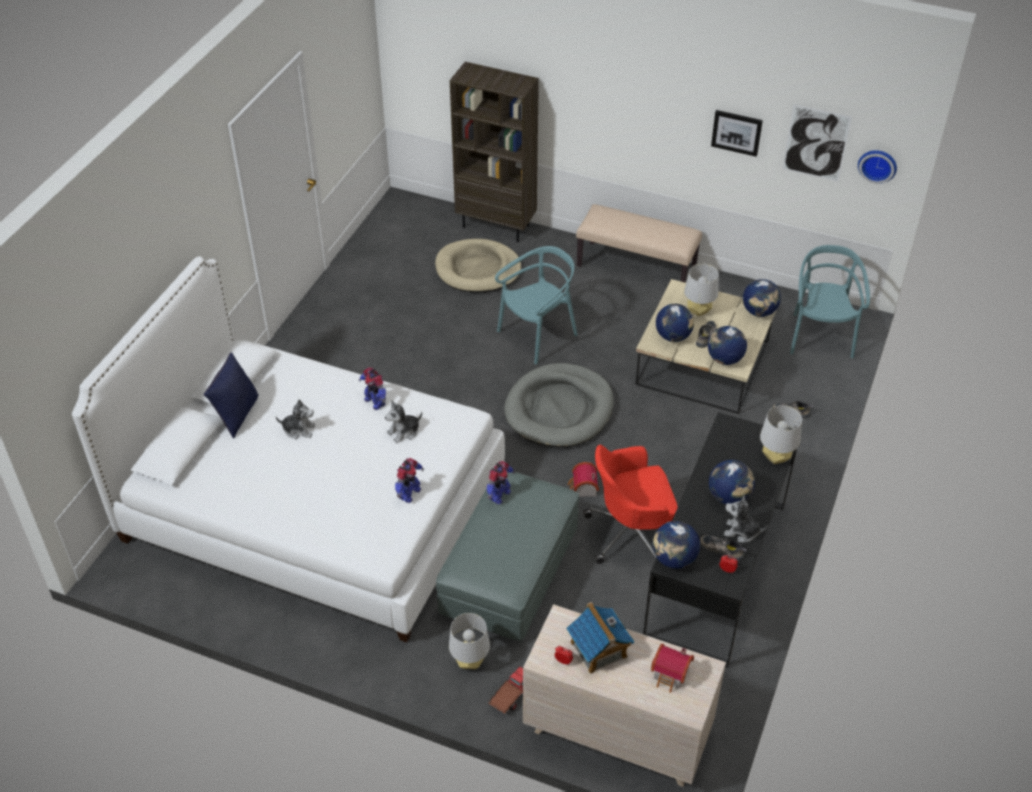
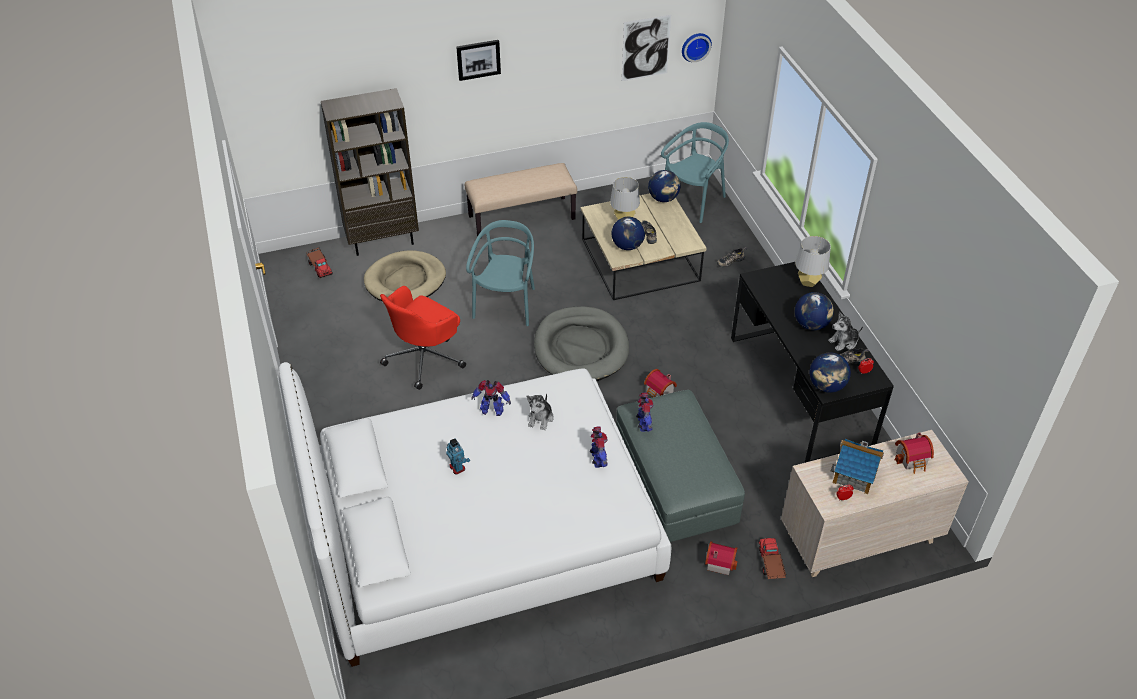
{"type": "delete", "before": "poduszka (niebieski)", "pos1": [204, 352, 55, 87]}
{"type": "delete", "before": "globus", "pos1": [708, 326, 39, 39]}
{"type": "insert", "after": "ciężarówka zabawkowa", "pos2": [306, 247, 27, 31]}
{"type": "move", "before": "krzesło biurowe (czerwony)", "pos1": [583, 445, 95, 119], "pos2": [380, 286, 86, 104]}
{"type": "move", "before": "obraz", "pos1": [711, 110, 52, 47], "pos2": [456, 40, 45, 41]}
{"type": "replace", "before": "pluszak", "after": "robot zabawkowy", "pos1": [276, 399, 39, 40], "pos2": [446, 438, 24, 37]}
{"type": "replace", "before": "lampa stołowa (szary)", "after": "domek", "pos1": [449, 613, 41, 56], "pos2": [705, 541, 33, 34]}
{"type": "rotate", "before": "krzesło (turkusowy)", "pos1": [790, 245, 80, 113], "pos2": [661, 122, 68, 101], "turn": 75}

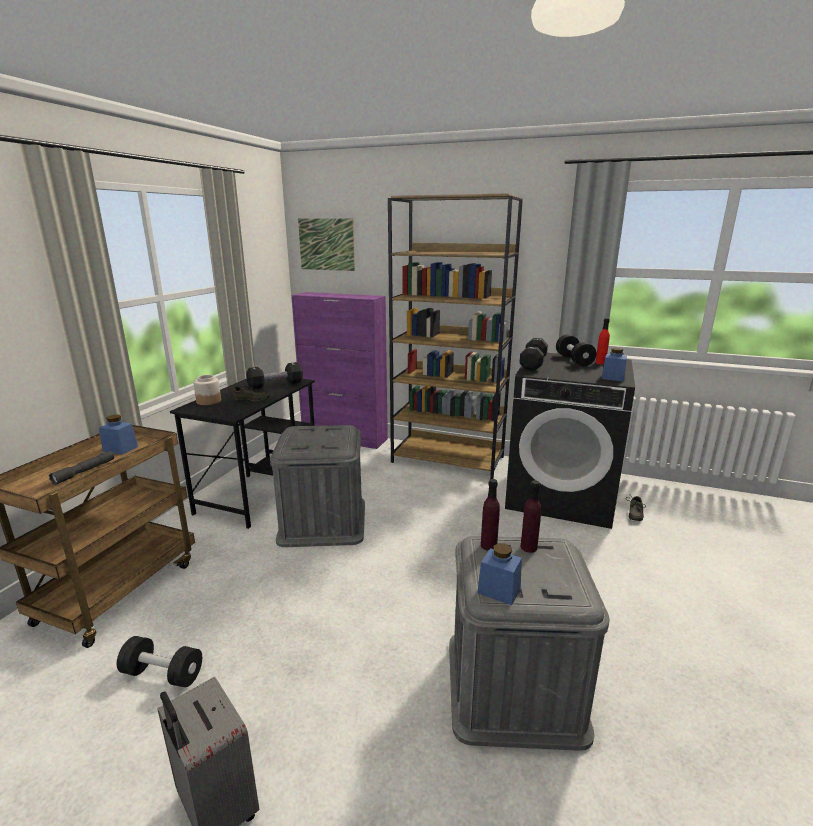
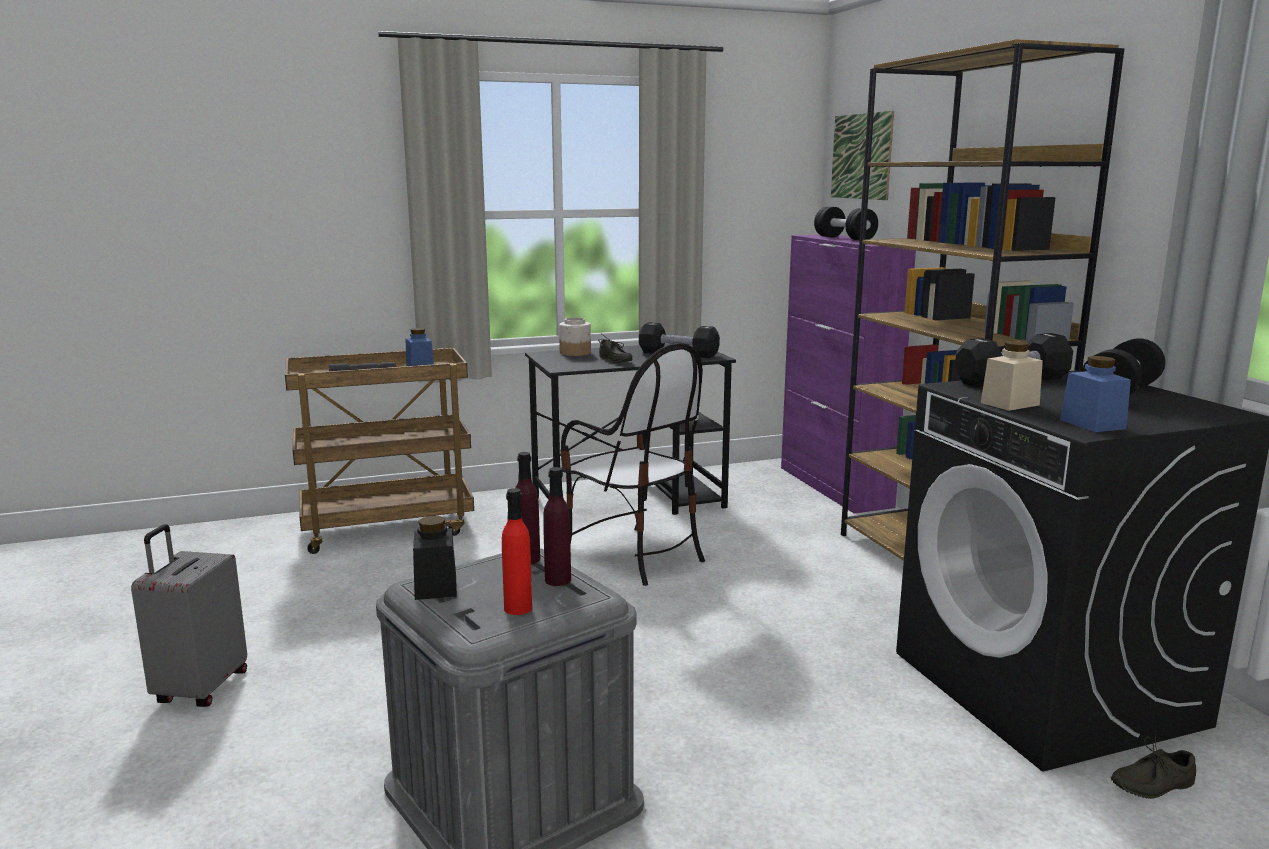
{"type": "insert", "after": "słoik (beżowy)", "pos2": [981, 341, 62, 70]}
{"type": "move", "before": "hantel (czarny)", "pos1": [117, 636, 85, 51], "pos2": [814, 207, 64, 33]}
{"type": "move", "before": "butelka (czerwony)", "pos1": [596, 318, 14, 46], "pos2": [502, 488, 30, 127]}
{"type": "replace", "before": "pojemnik do przechowywania (szary)", "after": "krzesło", "pos1": [270, 425, 95, 122], "pos2": [560, 343, 145, 243]}
{"type": "recolor", "before": "słoik (niebieski)", "after": "słoik (czarny)", "pos1": [477, 543, 45, 62], "pos2": [413, 516, 44, 84]}

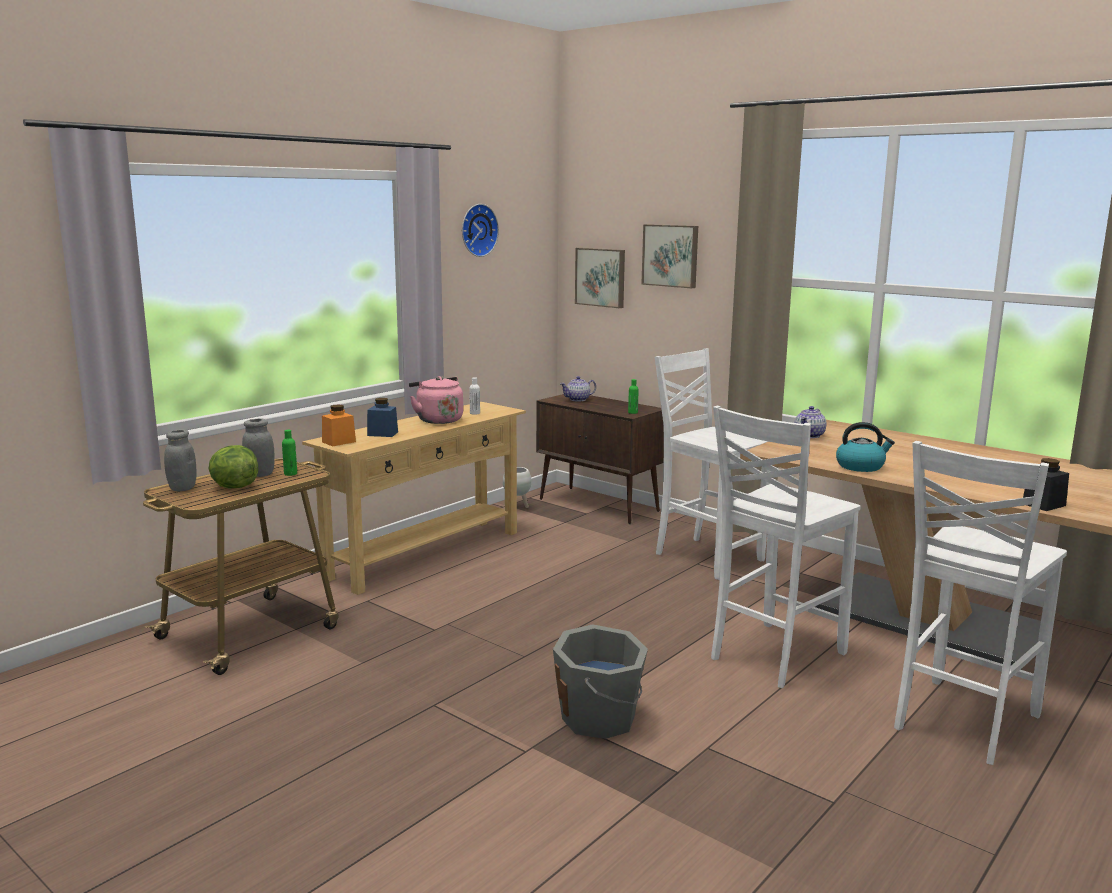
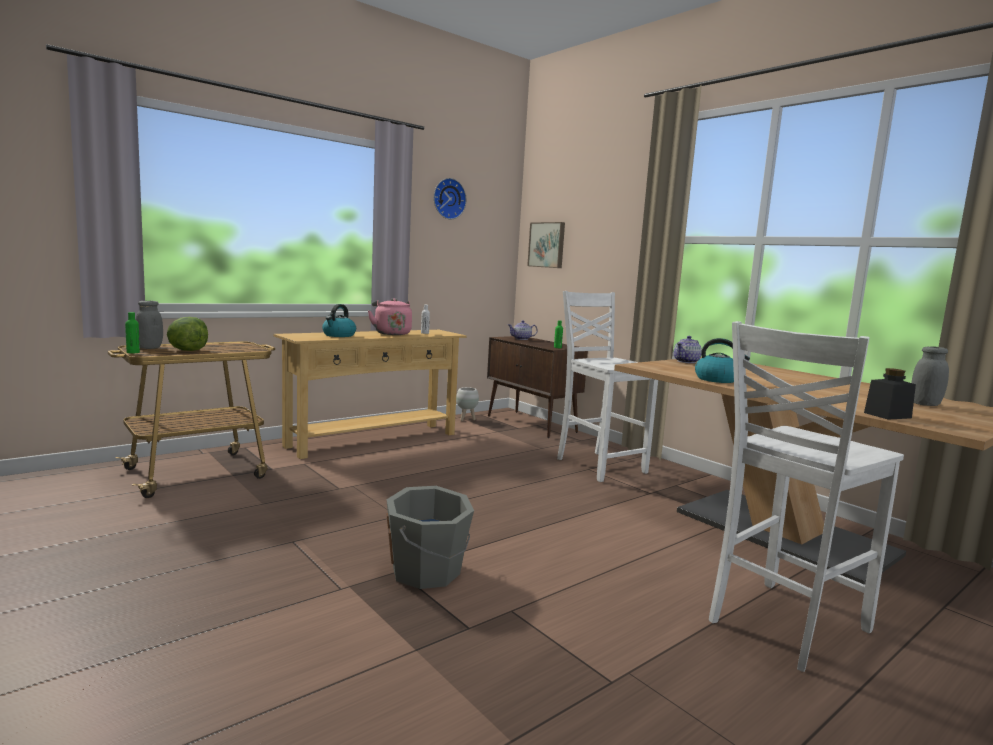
{"type": "delete", "before": "słoik (pomarańczowy)", "pos1": [322, 405, 34, 41]}
{"type": "delete", "before": "obraz", "pos1": [641, 224, 57, 65]}
{"type": "delete", "before": "krzesło (biały)", "pos1": [711, 406, 150, 282]}
{"type": "move", "before": "słoik (szary)", "pos1": [242, 418, 32, 59], "pos2": [911, 346, 38, 60]}
{"type": "move", "before": "butelka (zielony)", "pos1": [282, 430, 15, 46], "pos2": [125, 312, 15, 42]}
{"type": "replace", "before": "słoik (niebieski)", "after": "czajnik", "pos1": [367, 398, 31, 39], "pos2": [322, 304, 34, 33]}

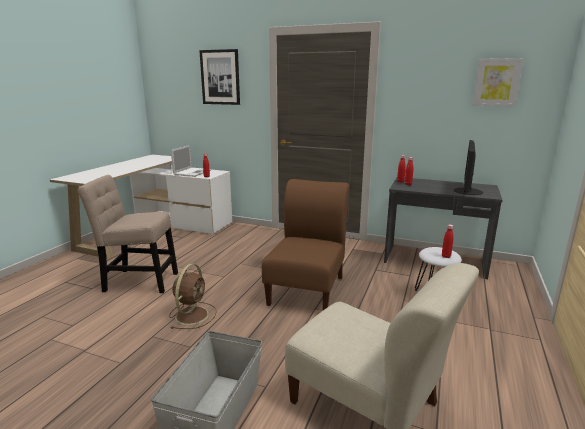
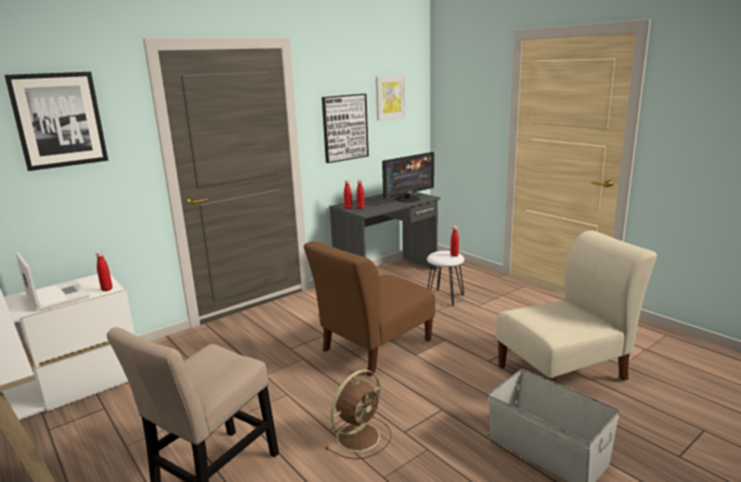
{"type": "insert", "after": "obraz", "pos2": [322, 94, 47, 69]}
{"type": "rotate", "before": "wentylator (brązowy)", "pos1": [169, 264, 48, 65], "pos2": [325, 369, 66, 90], "turn": 90}
{"type": "rotate", "before": "krzesło (brązowy)", "pos1": [262, 179, 87, 131], "pos2": [304, 241, 131, 135], "turn": -90}
{"type": "rotate", "before": "monitor", "pos1": [454, 140, 29, 55], "pos2": [382, 152, 52, 50], "turn": -90}

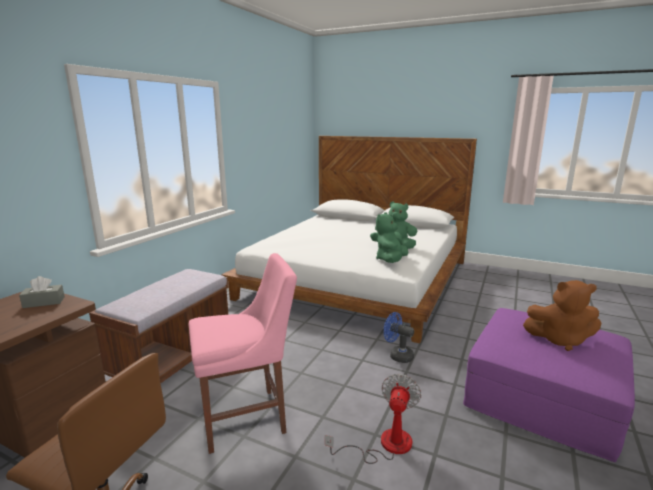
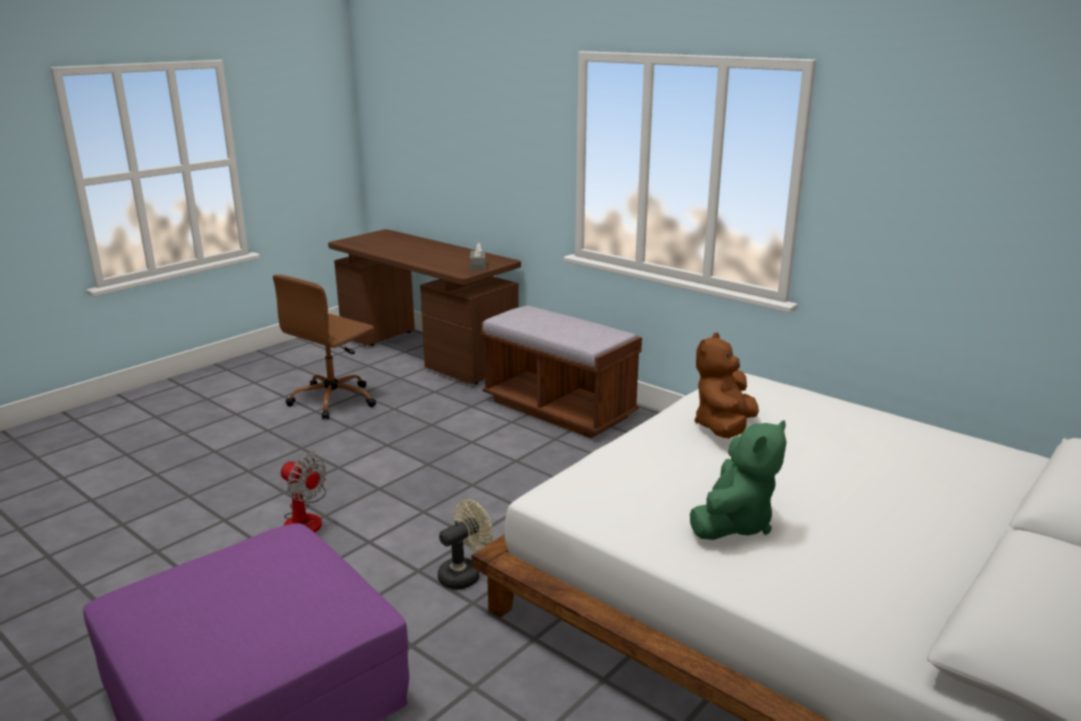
{"type": "delete", "before": "krzesło (różowy)", "pos1": [189, 253, 108, 201]}
{"type": "delete", "before": "pluszak (zielony)", "pos1": [376, 212, 32, 51]}
{"type": "move", "before": "pluszak (brązowy)", "pos1": [523, 280, 78, 71], "pos2": [694, 333, 65, 105]}
{"type": "recolor", "before": "wentylator (niebieski)", "after": "wentylator (beżowy)", "pos1": [384, 312, 30, 51], "pos2": [438, 499, 55, 91]}

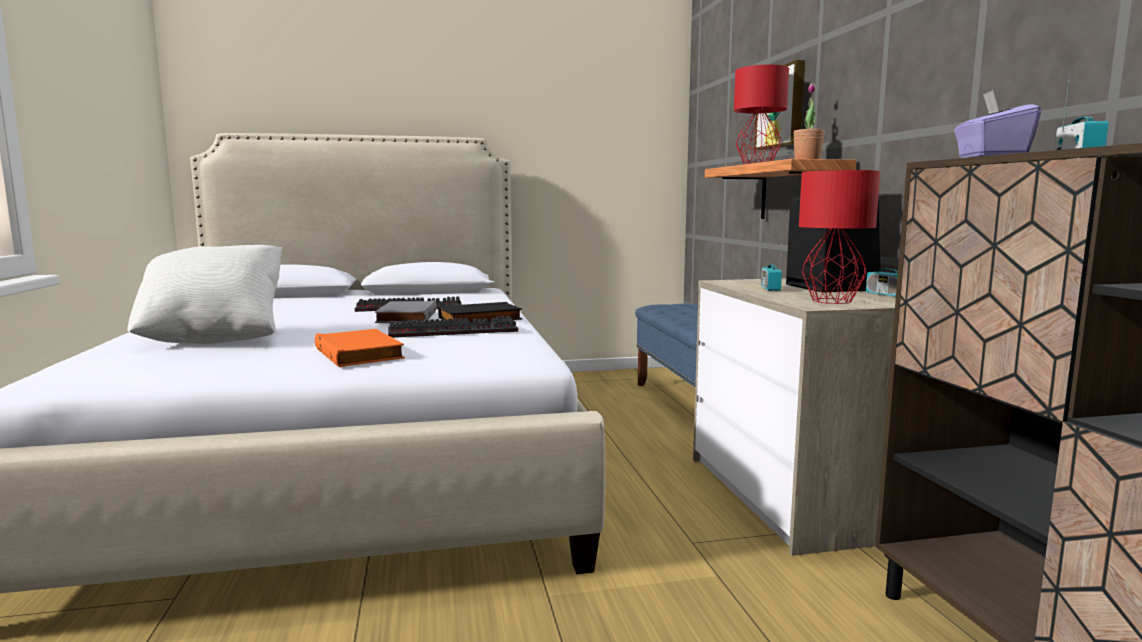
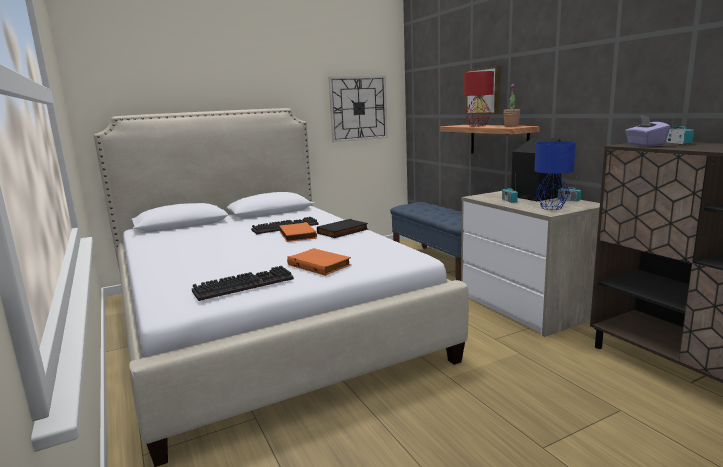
{"type": "delete", "before": "poduszka (biały)", "pos1": [127, 245, 155, 99]}
{"type": "insert", "after": "zegar ścienny", "pos2": [328, 76, 60, 66]}
{"type": "move", "before": "klawiatura", "pos1": [388, 316, 130, 22], "pos2": [192, 266, 102, 35]}
{"type": "recolor", "before": "książka (szary)", "after": "książka (pomarańczowy)", "pos1": [375, 300, 62, 23], "pos2": [280, 222, 37, 20]}
{"type": "recolor", "before": "lampa stołowa (czerwony)", "after": "lampa stołowa (niebieski)", "pos1": [799, 170, 81, 134], "pos2": [534, 141, 42, 69]}

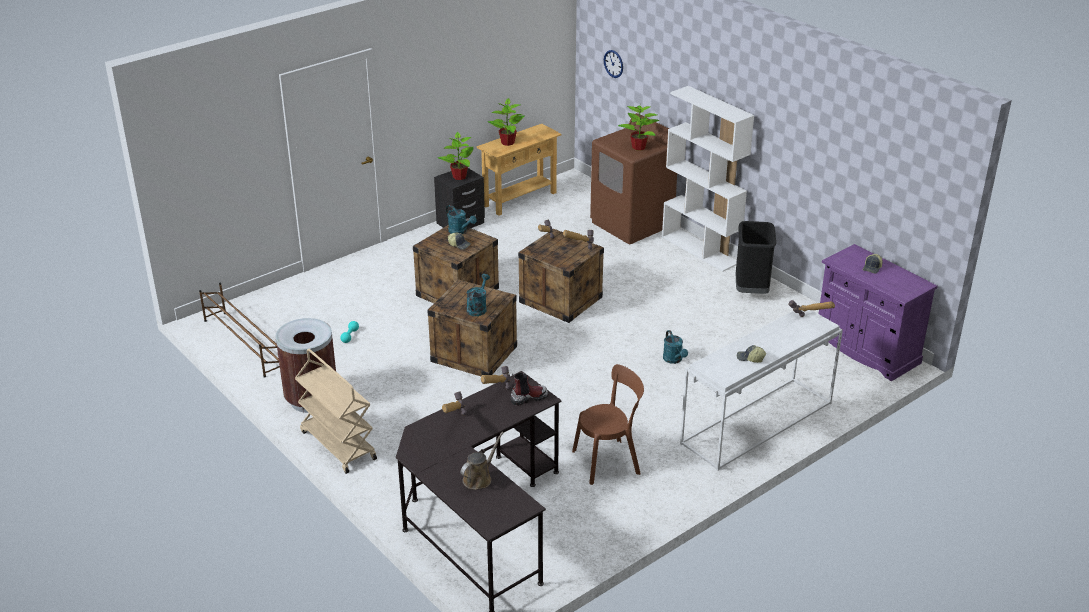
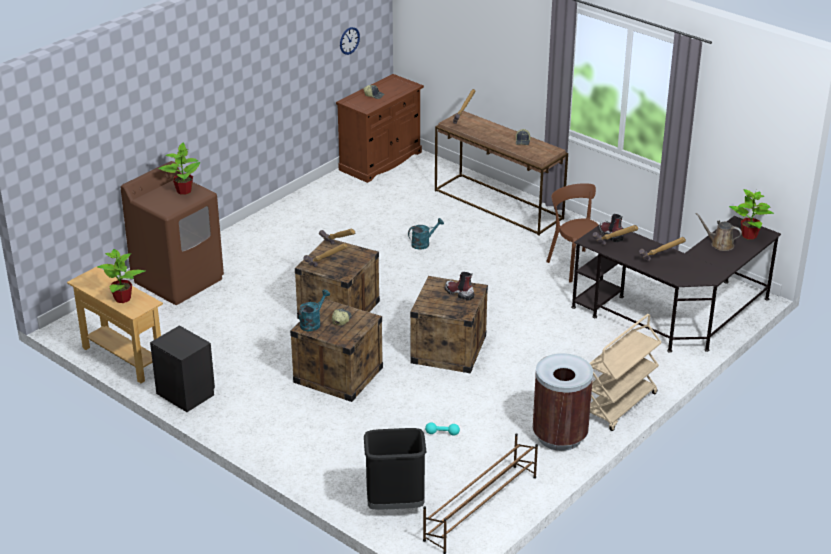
{"type": "delete", "before": "regał (biały)", "pos1": [662, 86, 92, 186]}
{"type": "move", "before": "roślina doniczkowa", "pos1": [438, 132, 36, 48], "pos2": [729, 189, 45, 50]}
{"type": "move", "before": "zegar ścienny", "pos1": [604, 50, 19, 28], "pos2": [340, 27, 20, 28]}
{"type": "move", "before": "kosz na śmieci (czarny)", "pos1": [736, 221, 40, 73], "pos2": [364, 428, 62, 82]}
{"type": "replace", "before": "konewka (turkusowy)", "after": "but z cholewką", "pos1": [467, 274, 23, 42], "pos2": [445, 272, 29, 29]}
{"type": "recolor", "before": "stolik konsolowy (biały)", "after": "stolik konsolowy (brązowy)", "pos1": [680, 310, 163, 161], "pos2": [435, 111, 133, 125]}
{"type": "recolor", "before": "szafka (fioletowy)", "after": "szafka (brązowy)", "pos1": [819, 244, 119, 137], "pos2": [336, 74, 88, 109]}

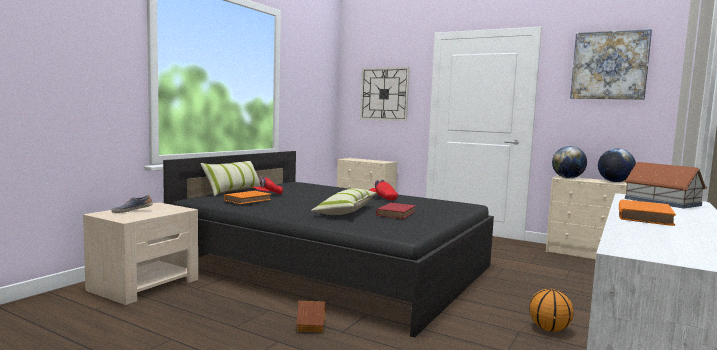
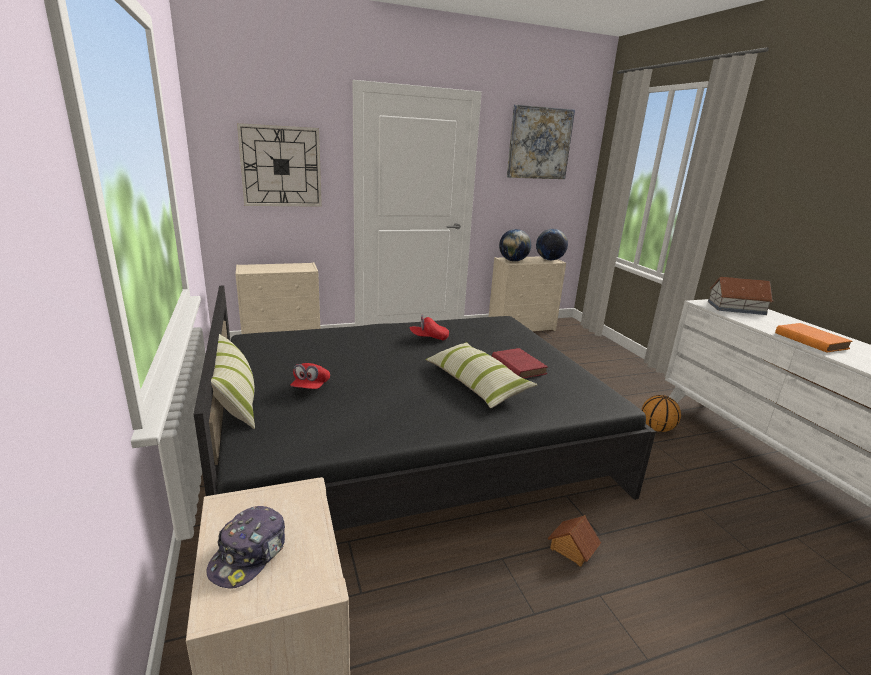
{"type": "delete", "before": "książka (pomarańczowy)", "pos1": [224, 191, 47, 13]}
{"type": "replace", "before": "but", "after": "czapka z daszkiem", "pos1": [112, 195, 41, 18], "pos2": [207, 506, 78, 82]}

